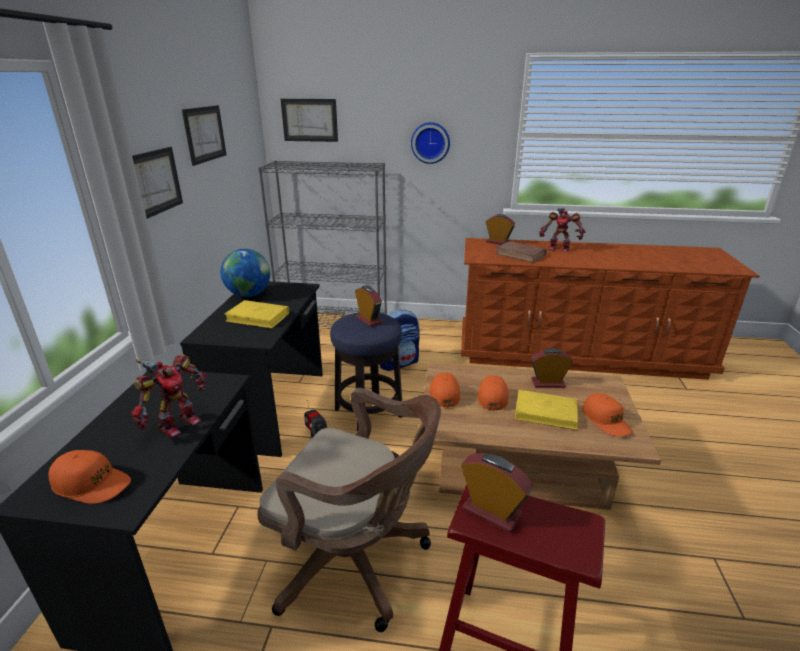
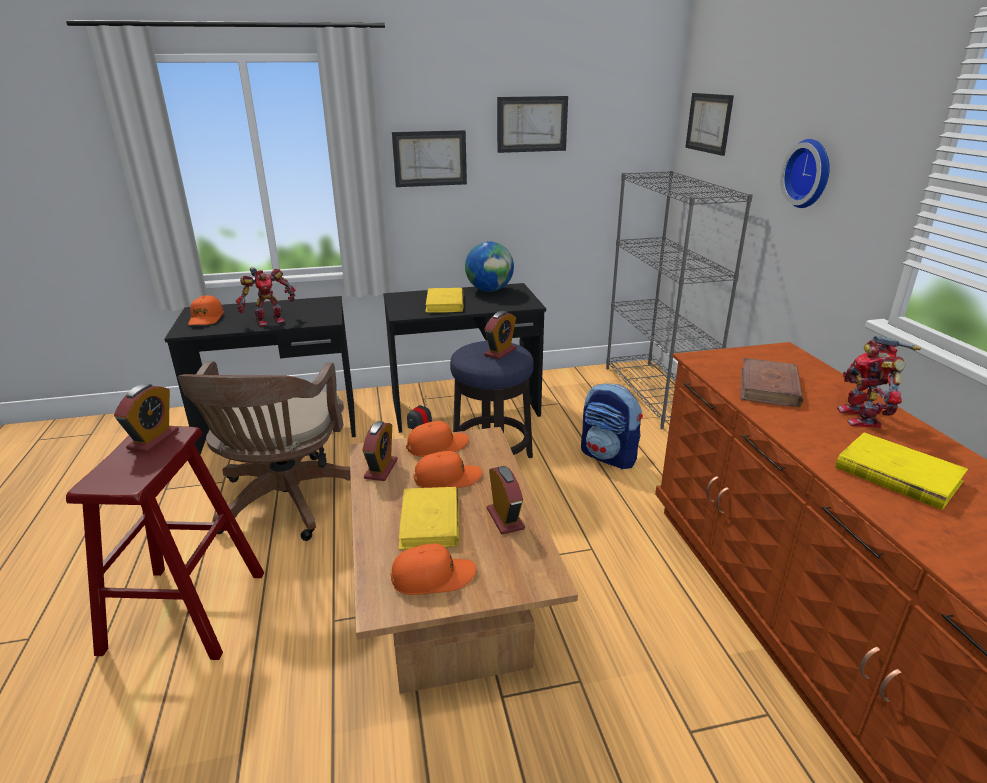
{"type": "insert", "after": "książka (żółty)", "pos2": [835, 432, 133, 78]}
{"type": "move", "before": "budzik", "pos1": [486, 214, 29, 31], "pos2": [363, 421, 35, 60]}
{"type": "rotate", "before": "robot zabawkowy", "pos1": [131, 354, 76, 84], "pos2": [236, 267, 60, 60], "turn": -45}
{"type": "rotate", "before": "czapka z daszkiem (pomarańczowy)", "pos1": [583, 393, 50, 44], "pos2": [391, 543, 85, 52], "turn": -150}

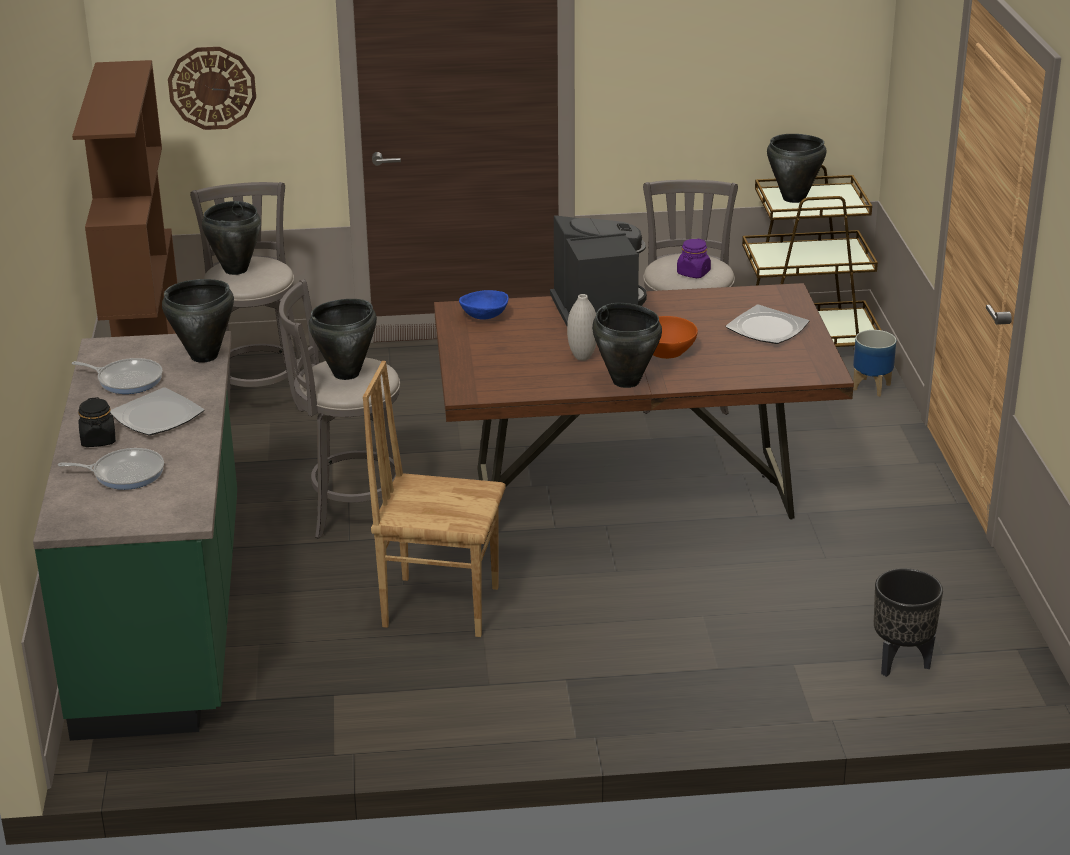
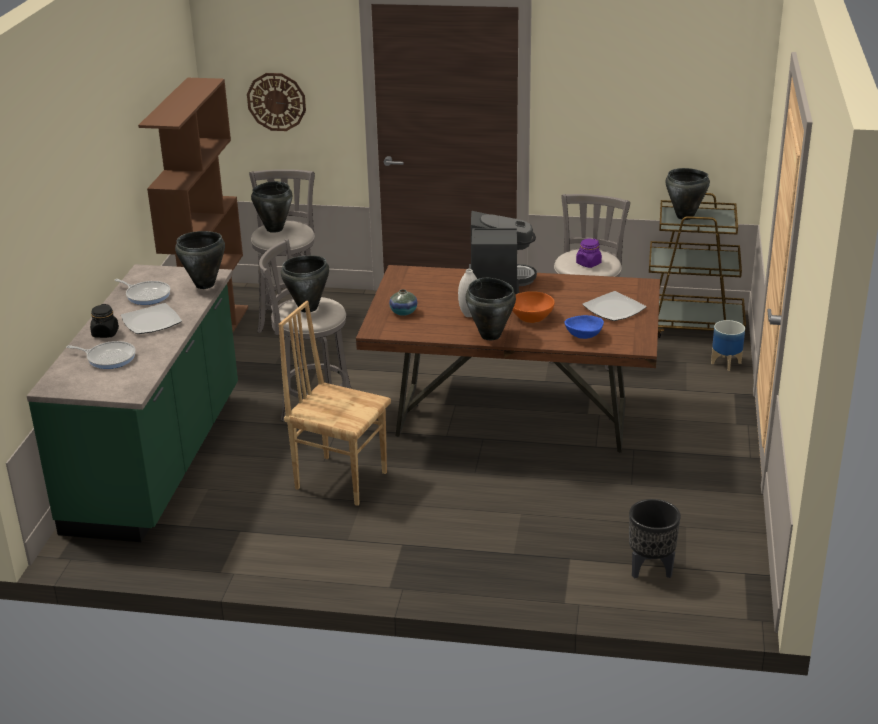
{"type": "insert", "after": "wazon", "pos2": [389, 289, 28, 27]}
{"type": "move", "before": "miska (niebieski)", "pos1": [459, 290, 50, 30], "pos2": [564, 315, 40, 24]}

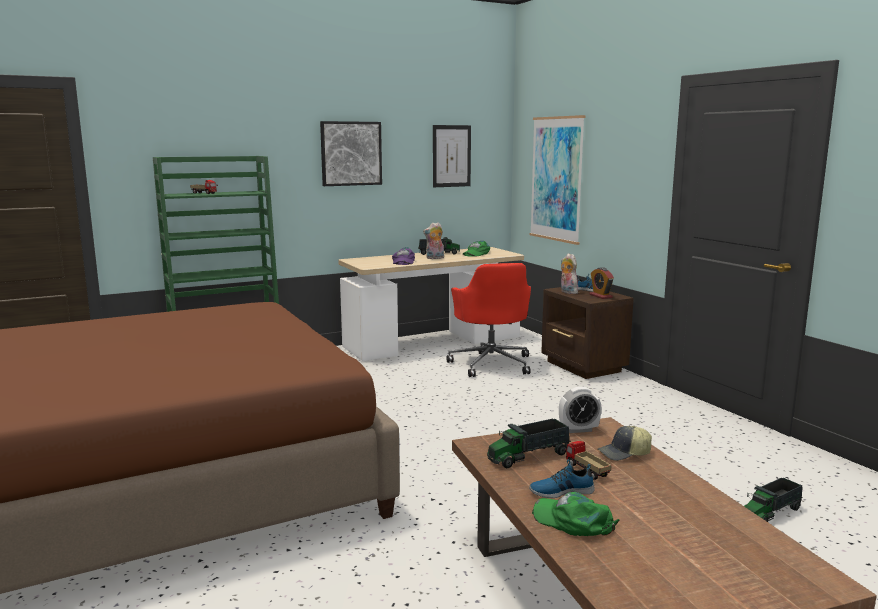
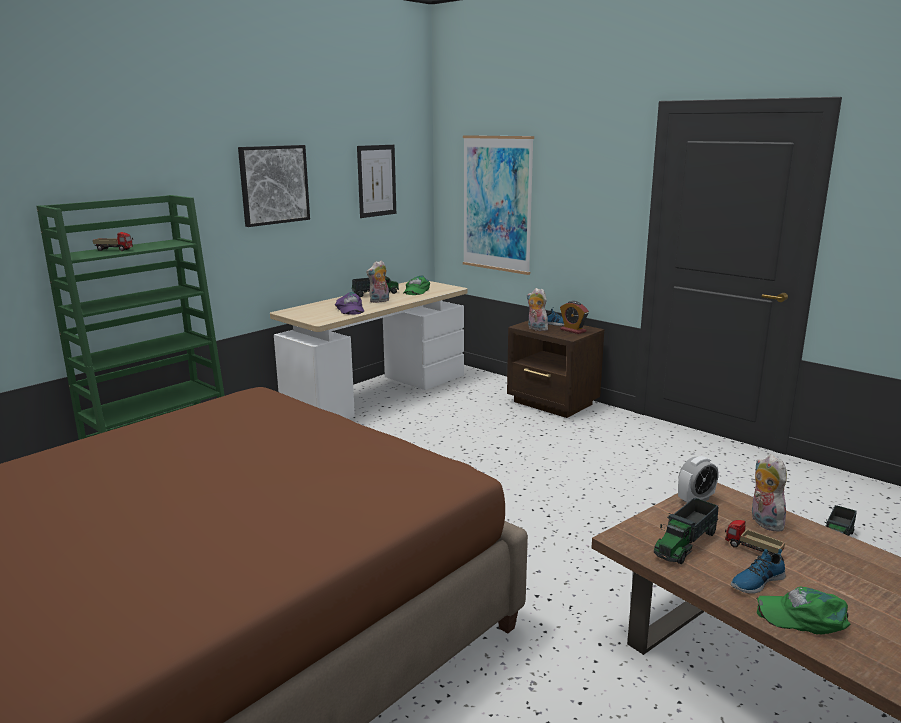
{"type": "delete", "before": "krzesło biurowe (czerwony)", "pos1": [446, 263, 85, 114]}
{"type": "replace", "before": "czapka z daszkiem", "after": "pluszak", "pos1": [598, 426, 54, 35], "pos2": [752, 454, 35, 77]}

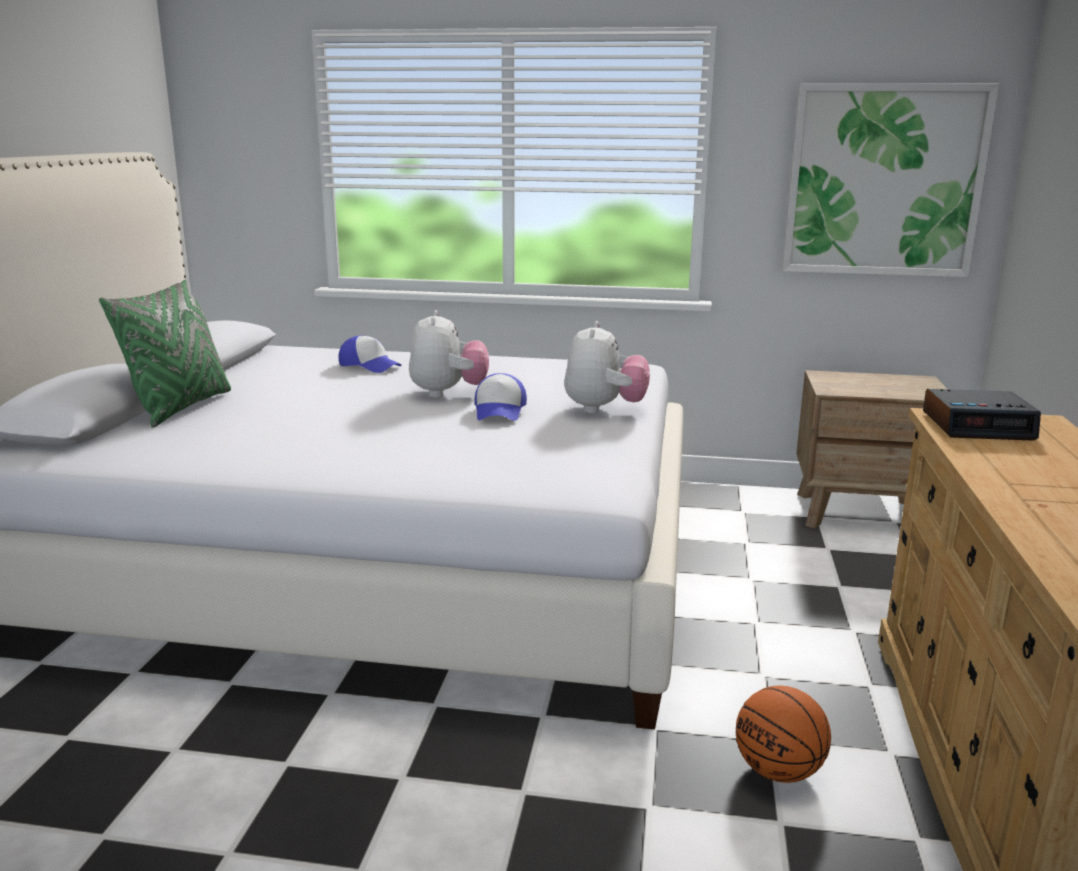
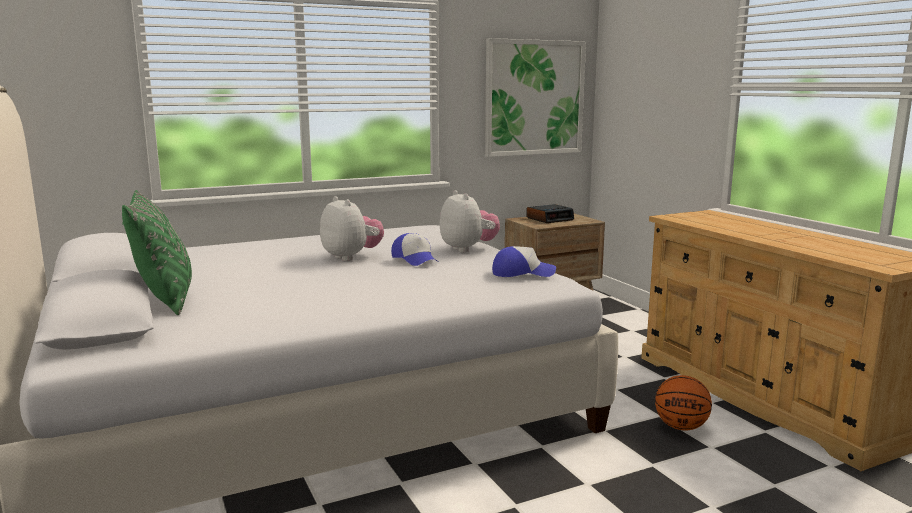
{"type": "move", "before": "czapka z daszkiem", "pos1": [338, 336, 63, 37], "pos2": [492, 246, 64, 31]}
{"type": "move", "before": "budzik", "pos1": [923, 389, 118, 52], "pos2": [526, 204, 48, 19]}

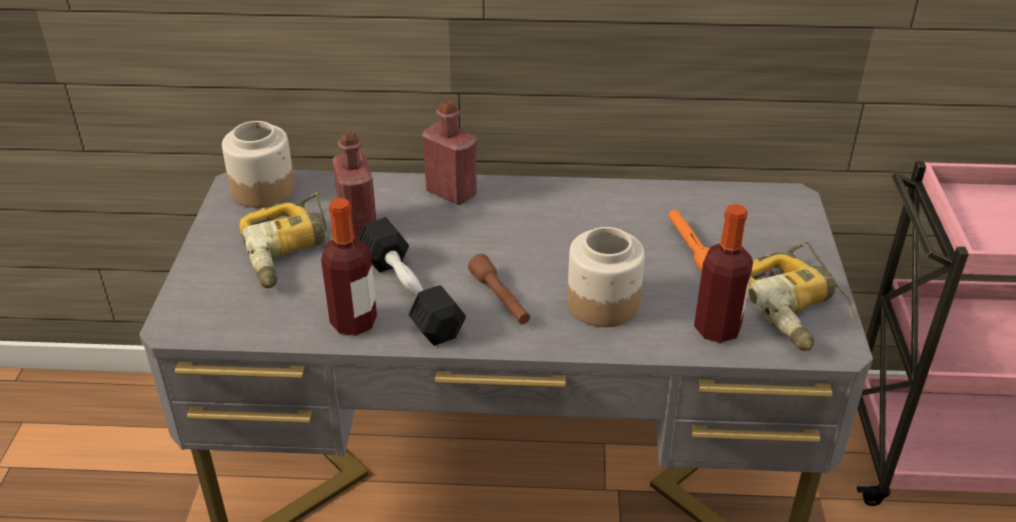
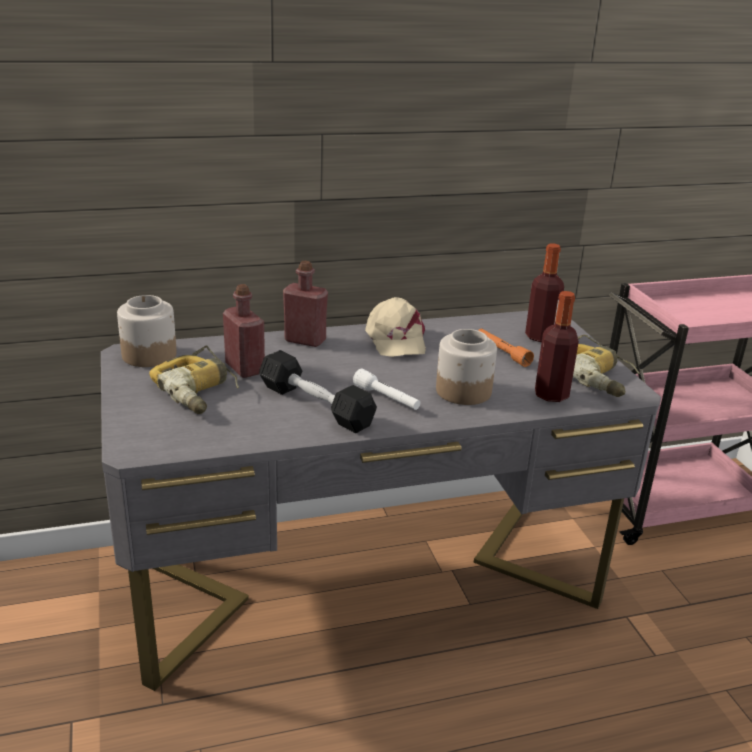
{"type": "insert", "after": "czapka z daszkiem (beżowy)", "pos2": [365, 297, 61, 60]}
{"type": "move", "before": "butelka", "pos1": [321, 198, 56, 138], "pos2": [525, 243, 39, 99]}
{"type": "recolor", "before": "latarka (brązowy)", "after": "latarka (biały)", "pos1": [468, 254, 62, 70], "pos2": [353, 368, 67, 42]}

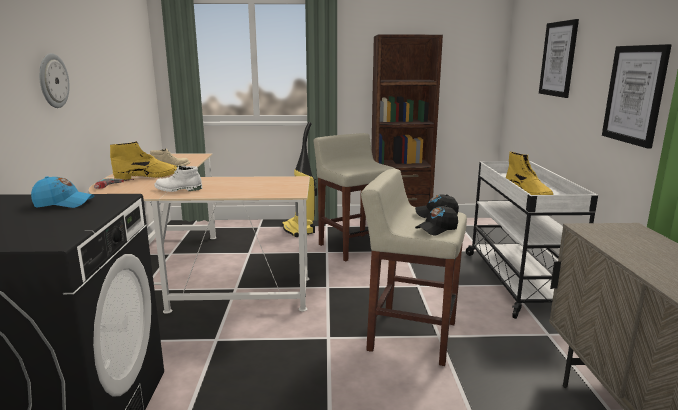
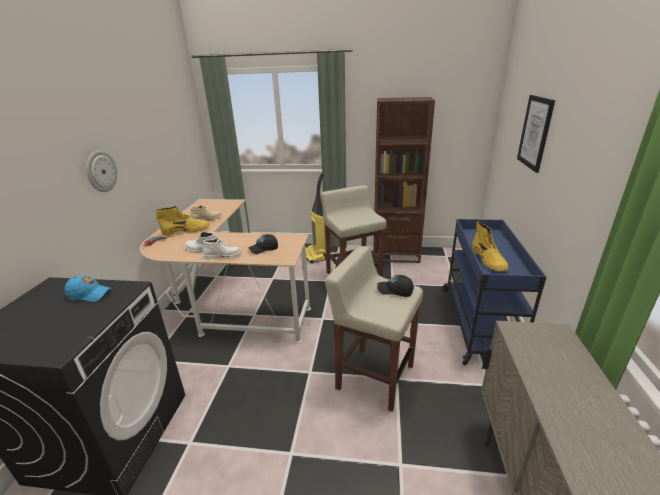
{"type": "delete", "before": "obraz", "pos1": [602, 44, 70, 105]}
{"type": "insert", "after": "but z cholewką (biały)", "pos2": [203, 238, 39, 21]}
{"type": "move", "before": "czapka z daszkiem (czarny)", "pos1": [415, 205, 43, 31], "pos2": [248, 234, 30, 20]}
{"type": "recolor", "before": "wózek (biały)", "after": "wózek (niebieski)", "pos1": [466, 161, 132, 158], "pos2": [443, 219, 103, 147]}

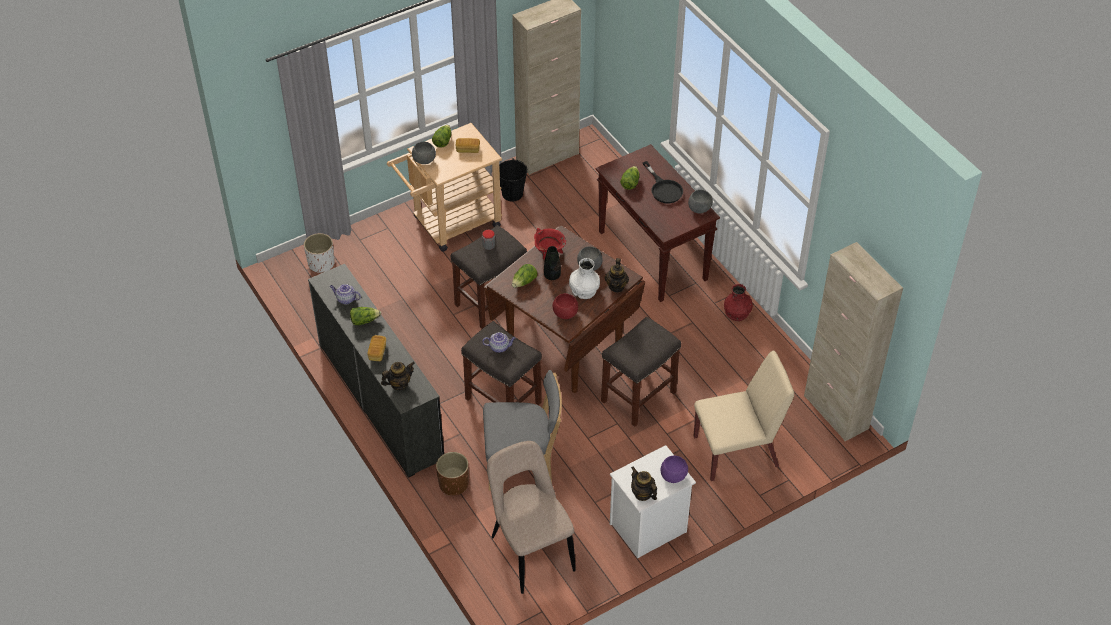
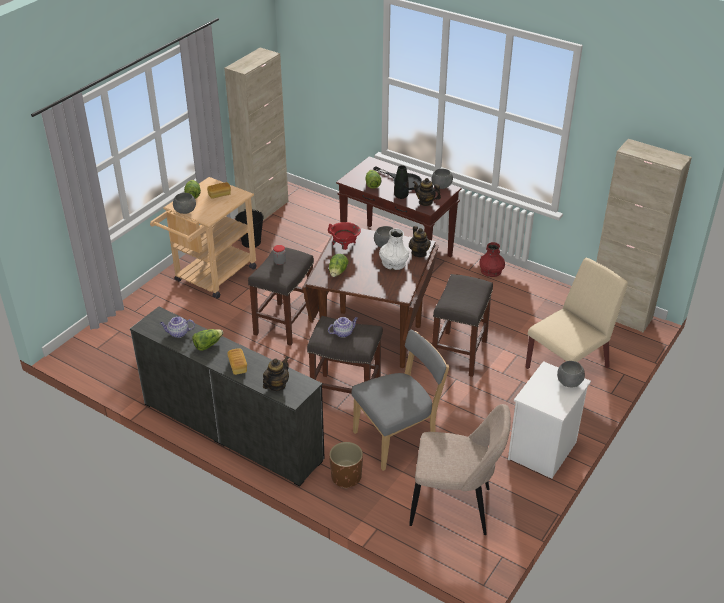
{"type": "delete", "before": "donica (biały)", "pos1": [304, 233, 31, 40]}
{"type": "delete", "before": "miska (czerwony)", "pos1": [553, 293, 25, 26]}
{"type": "move", "before": "wazon (czarny)", "pos1": [544, 246, 17, 34], "pos2": [394, 165, 15, 34]}
{"type": "move", "before": "imbryk", "pos1": [631, 466, 26, 35], "pos2": [413, 178, 28, 28]}
{"type": "recolor", "before": "miska (fioletowy)", "after": "miska (szary)", "pos1": [661, 456, 27, 27], "pos2": [557, 361, 28, 26]}
{"type": "rotate", "before": "krzesło (beżowy)", "pos1": [487, 441, 89, 153], "pos2": [409, 404, 102, 131], "turn": 150}

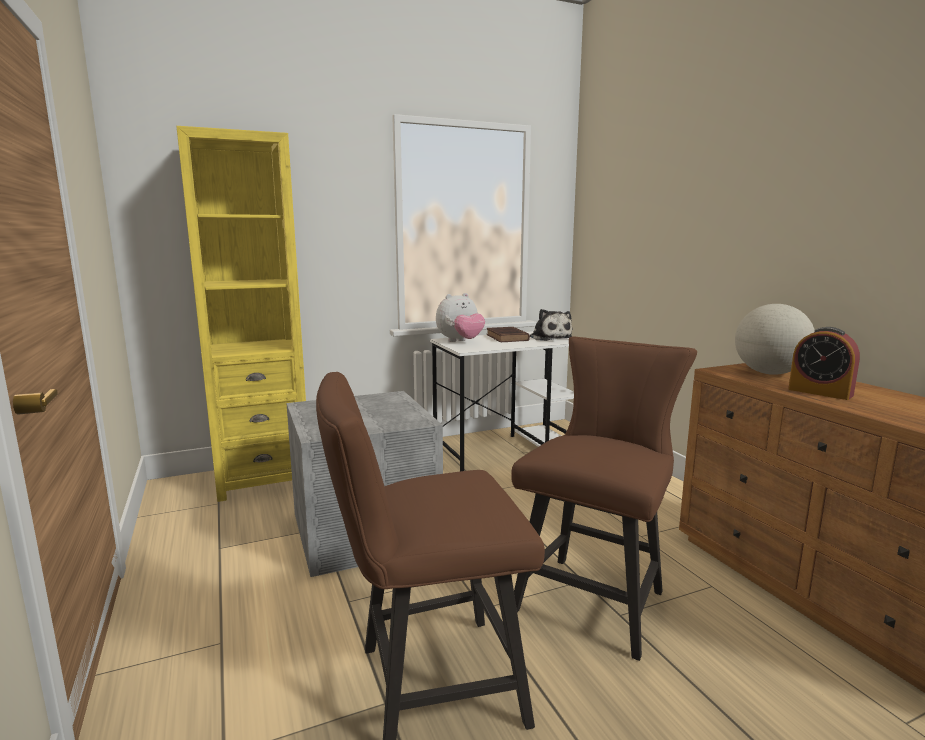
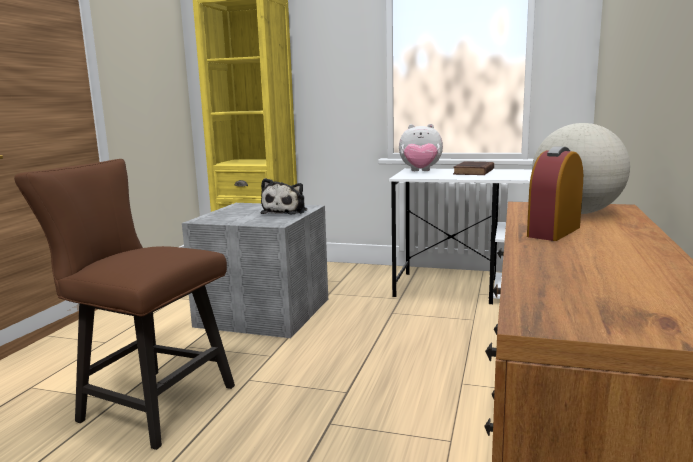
{"type": "delete", "before": "krzesło (brązowy)", "pos1": [511, 337, 186, 324]}
{"type": "move", "before": "pluszak", "pos1": [530, 309, 43, 32], "pos2": [261, 178, 46, 36]}
{"type": "rotate", "before": "budzik", "pos1": [788, 327, 72, 73], "pos2": [527, 146, 56, 95], "turn": 45}

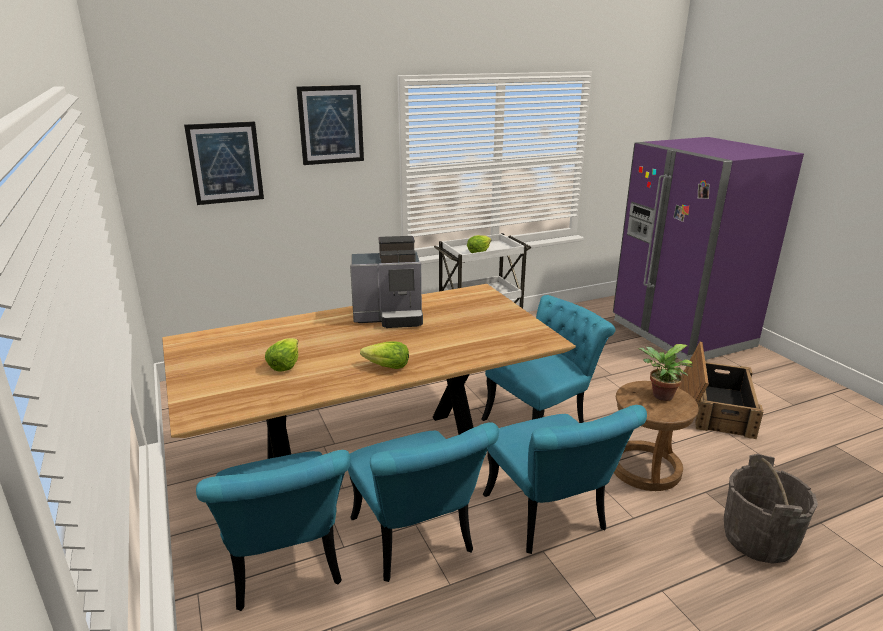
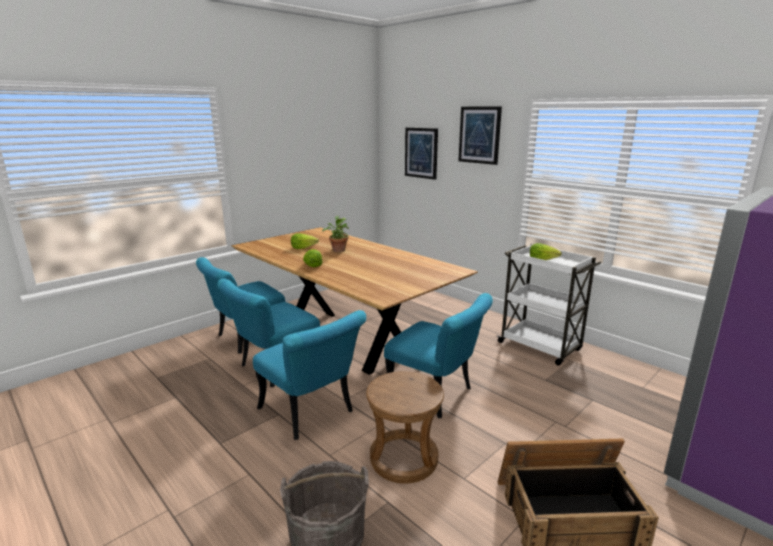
{"type": "delete", "before": "ekspres do kawy", "pos1": [350, 236, 73, 92]}
{"type": "move", "before": "roślina doniczkowa", "pos1": [637, 344, 56, 57], "pos2": [322, 216, 27, 36]}
{"type": "rotate", "before": "krzesło (turkusowy)", "pos1": [483, 405, 164, 149], "pos2": [253, 310, 113, 130], "turn": -90}

